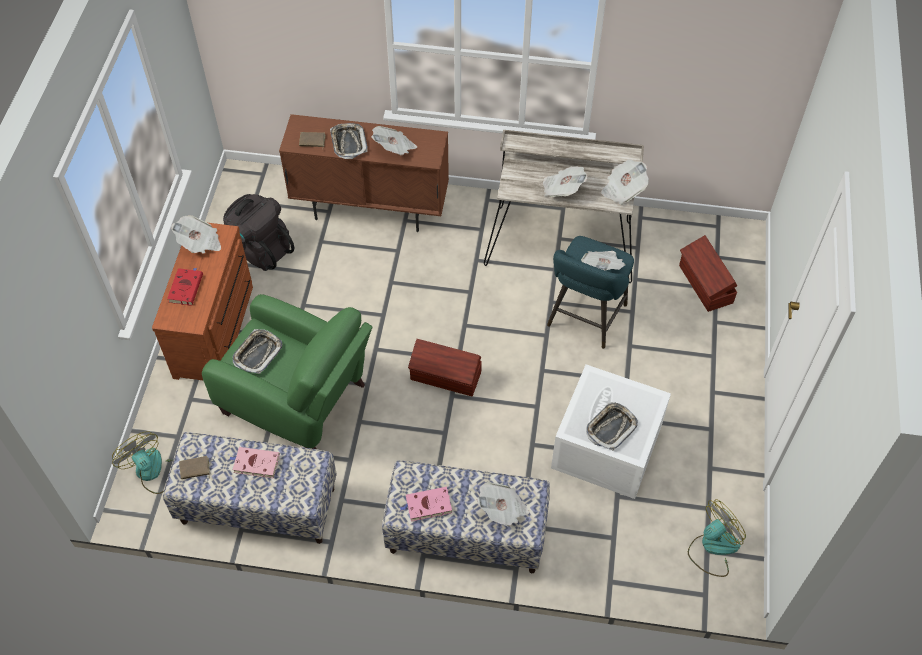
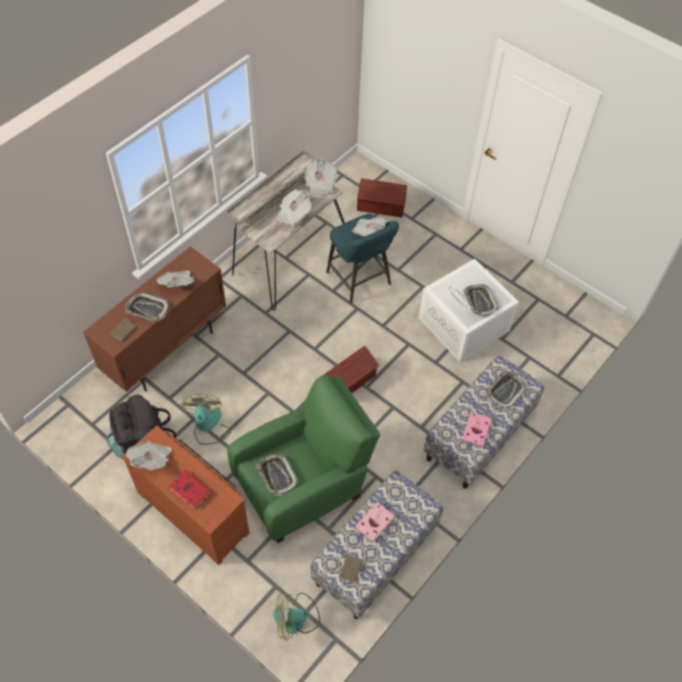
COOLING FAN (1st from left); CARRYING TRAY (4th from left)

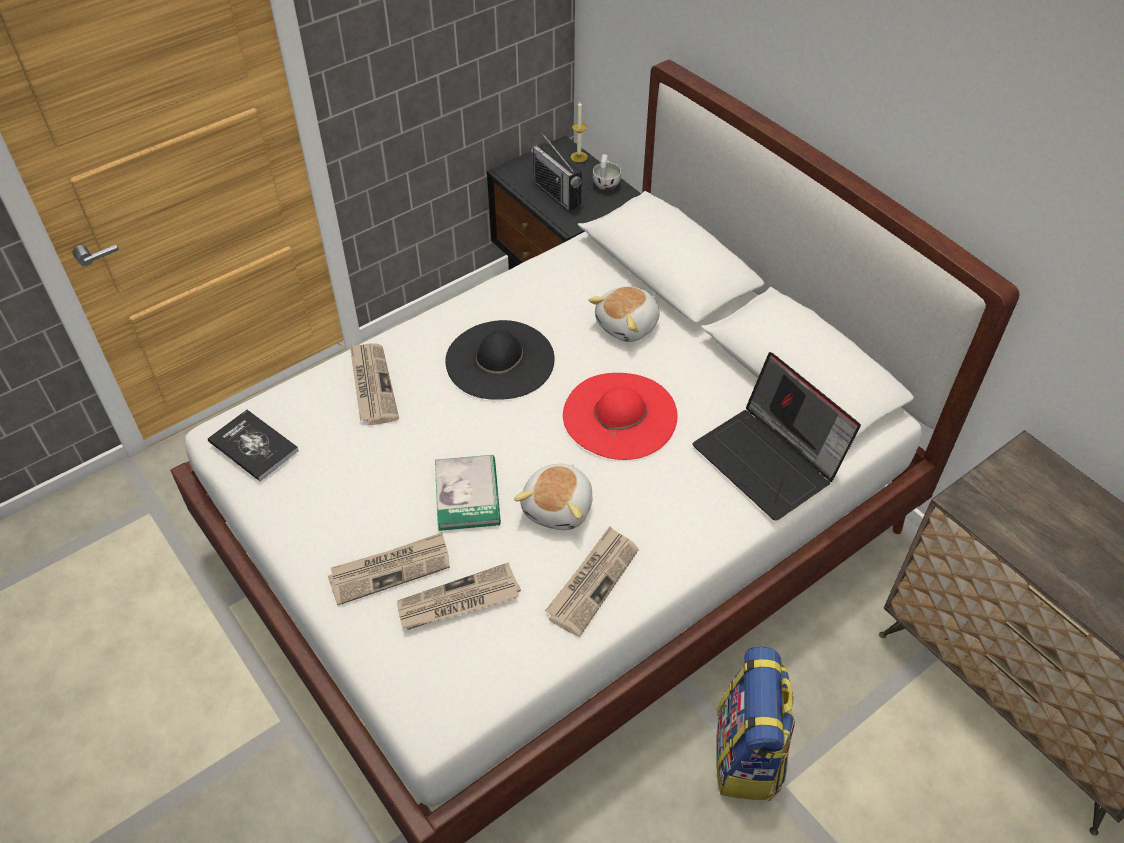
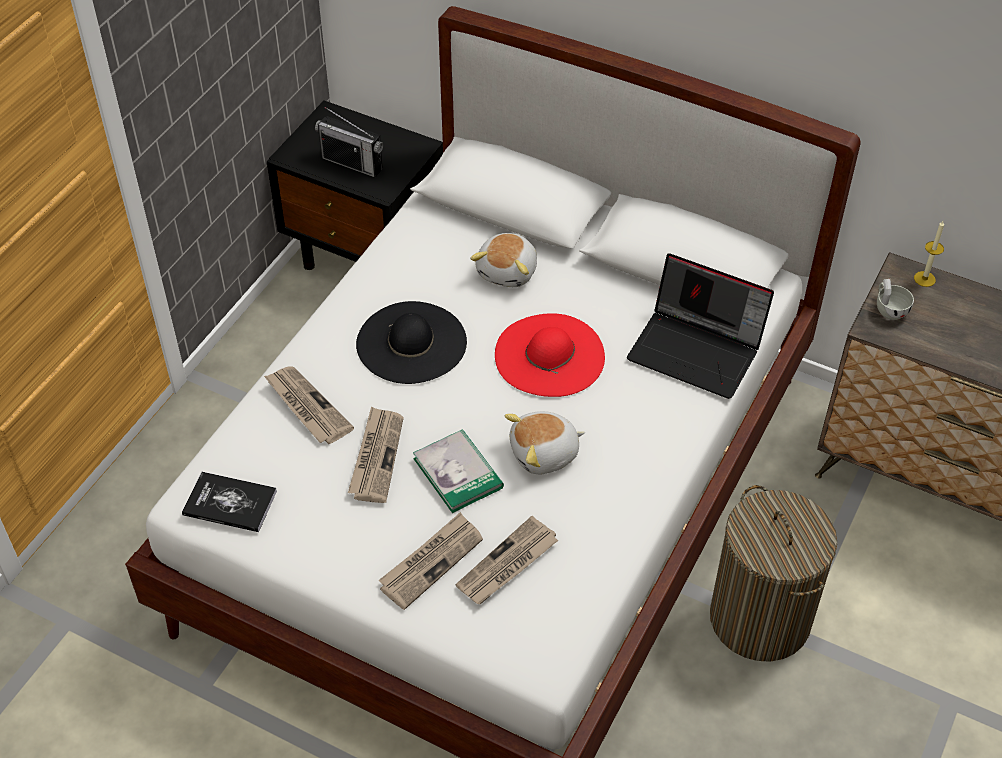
PRINTED PAPER (2nd from left); CANDLE; WHITE DRINKING CUP; LAUNDRY BASKET; PLUSH TOY (2nd from left)

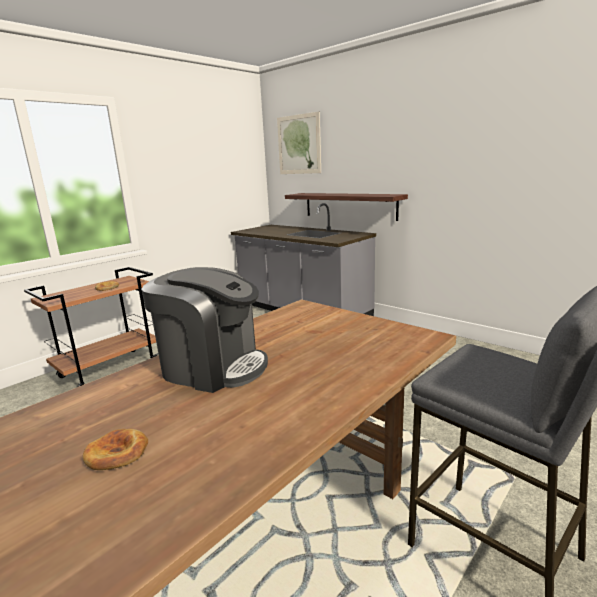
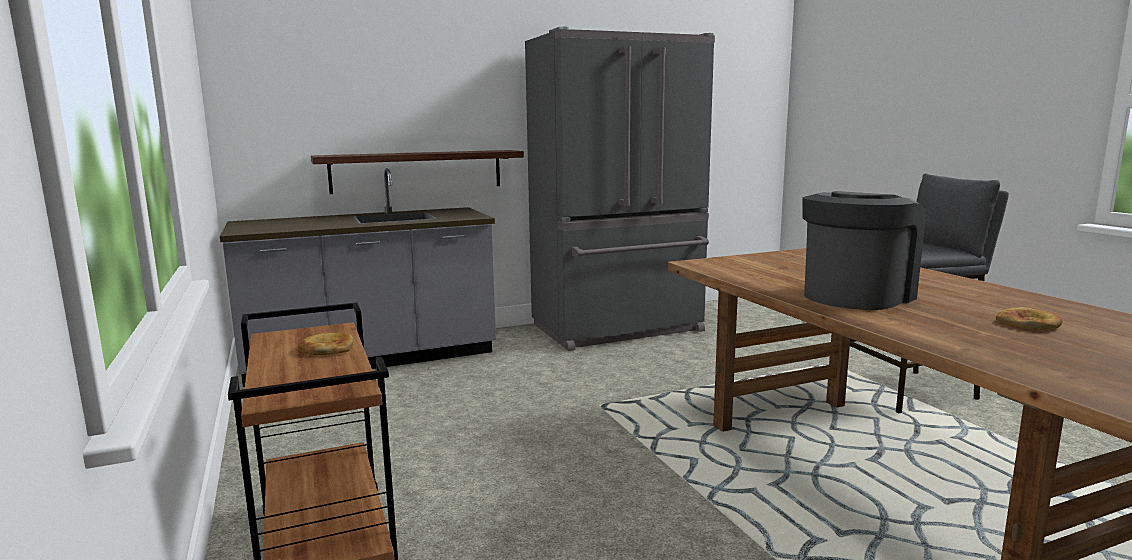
WALL PICTURE; GREY REFRIGERATOR

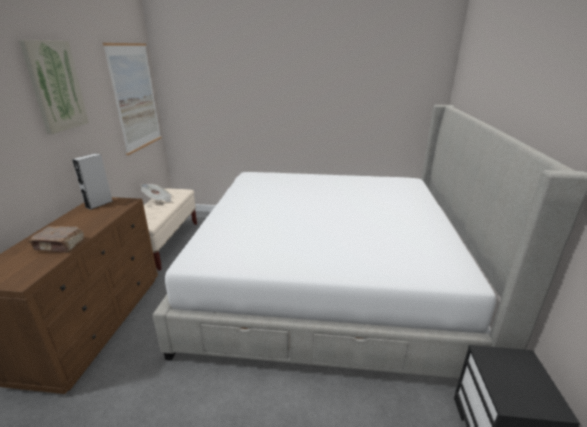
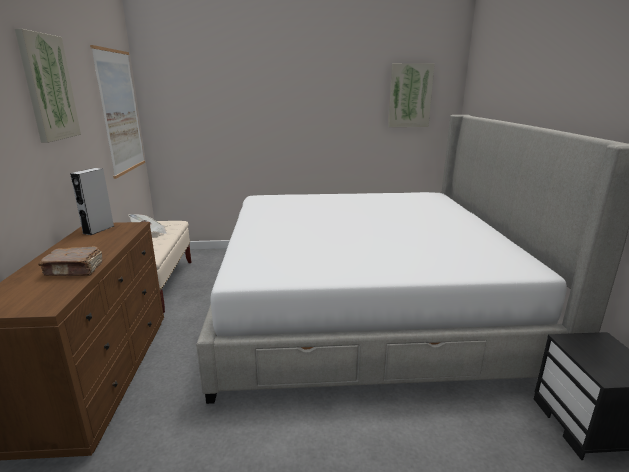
WALL PICTURE (3rd from left)

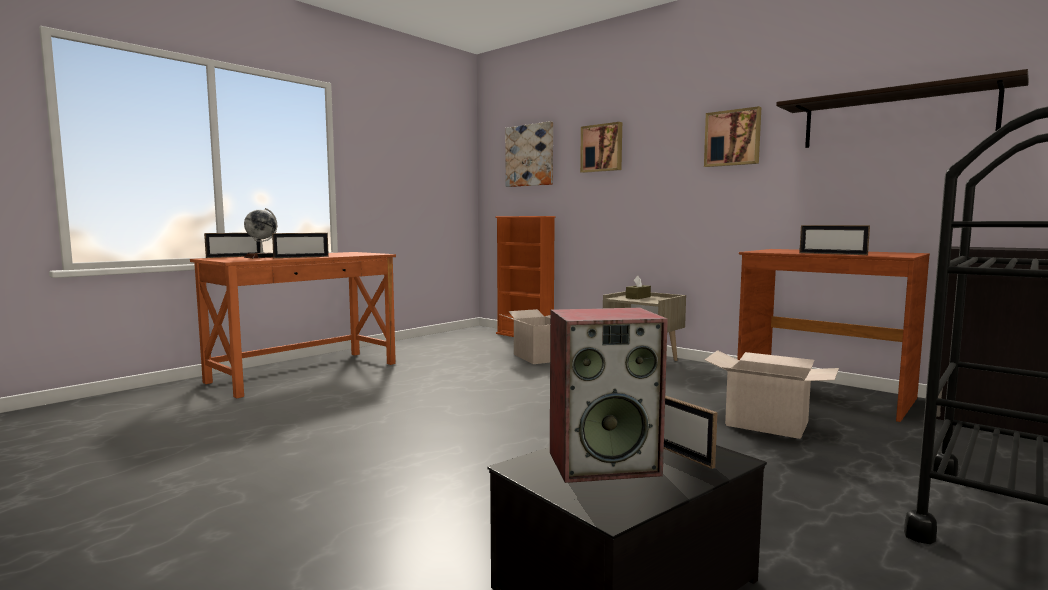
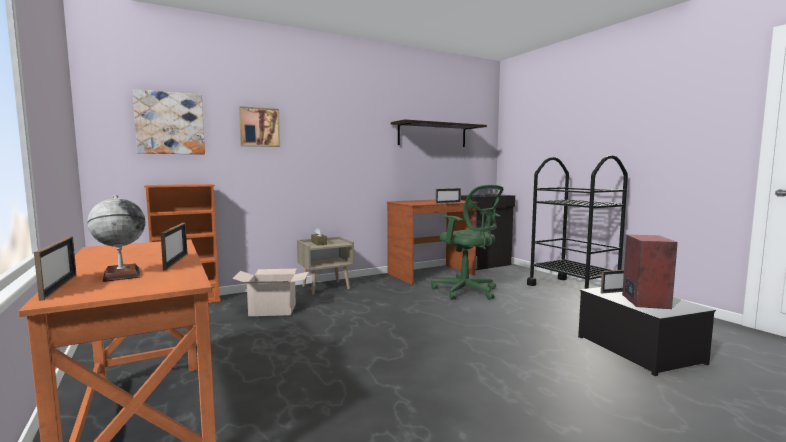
WALL PICTURE (3rd from left in the first image); GREEN OFFICE CHAIR

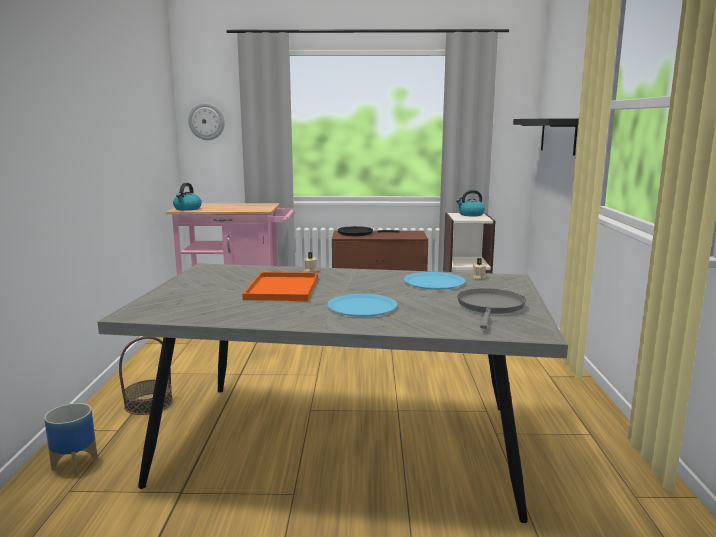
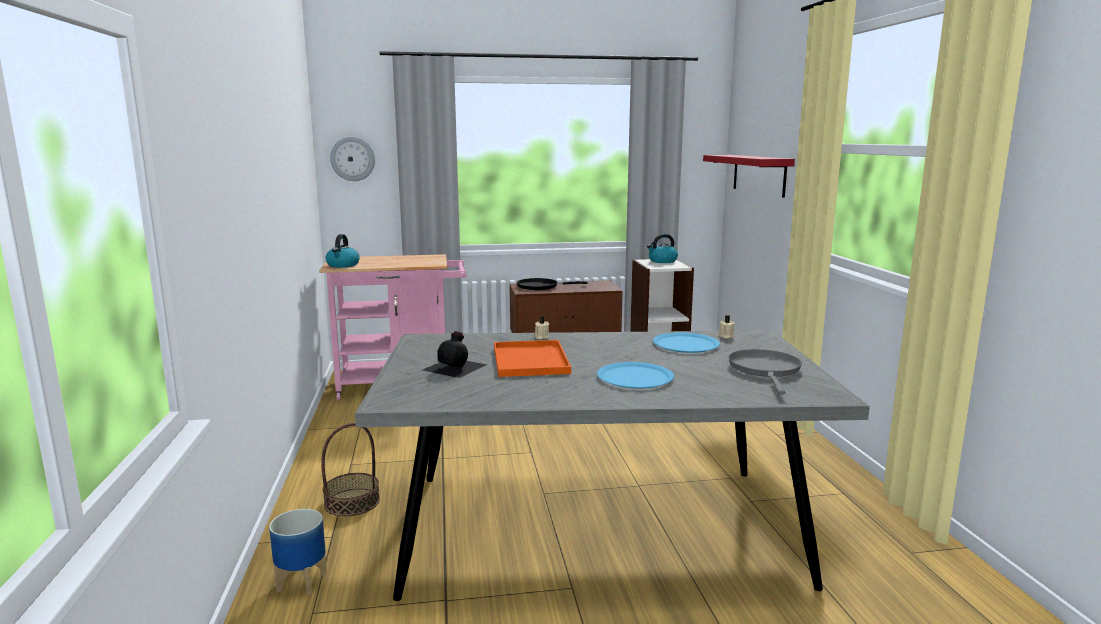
BLACK BEVERAGE BOTTLE; RED BRACKET SHELF

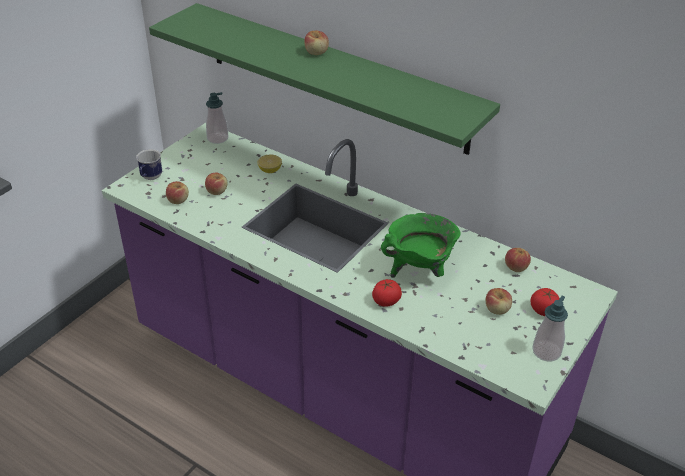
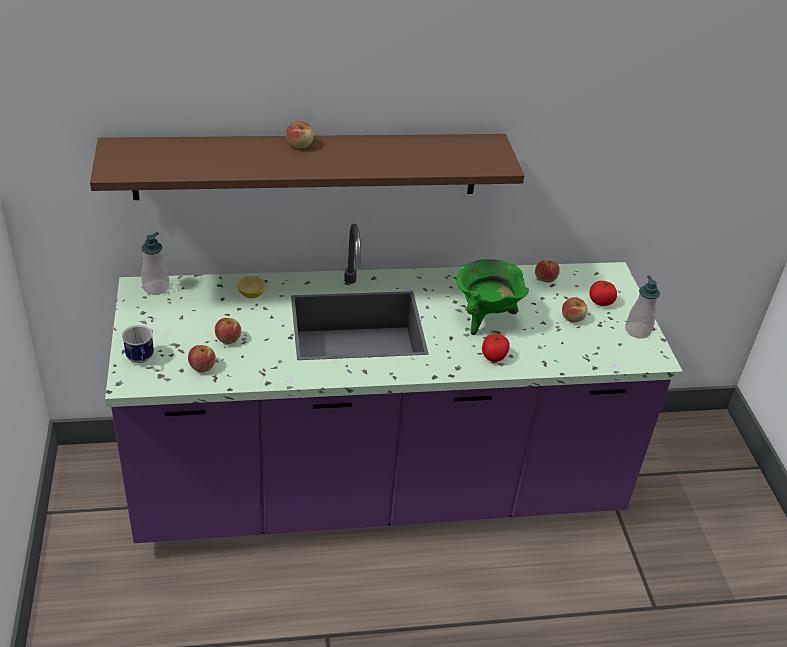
BROWN-COLOURED BRACKET SHELF

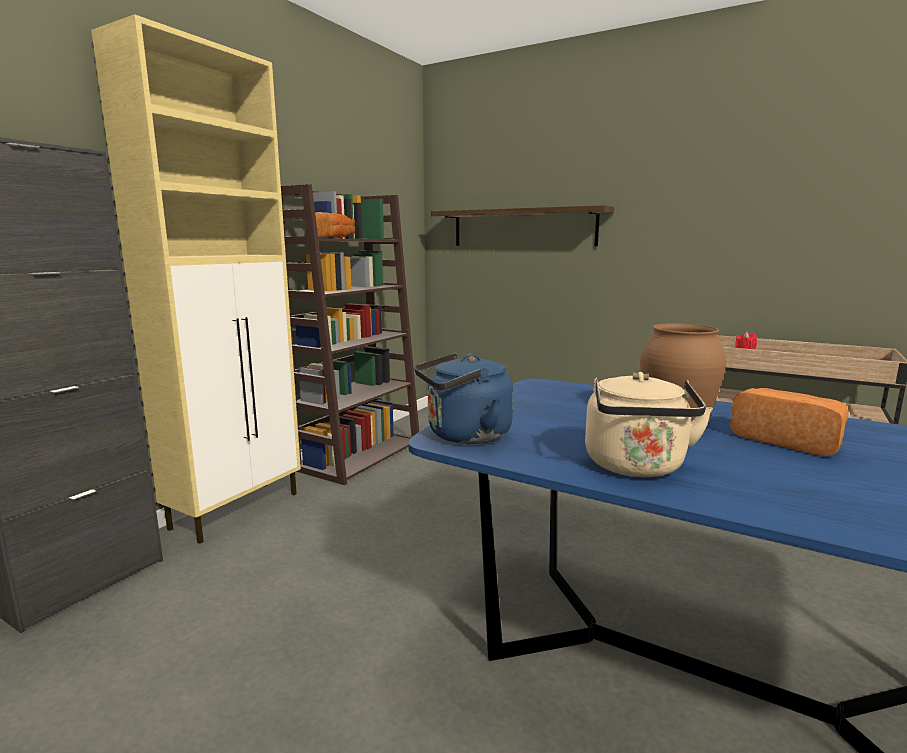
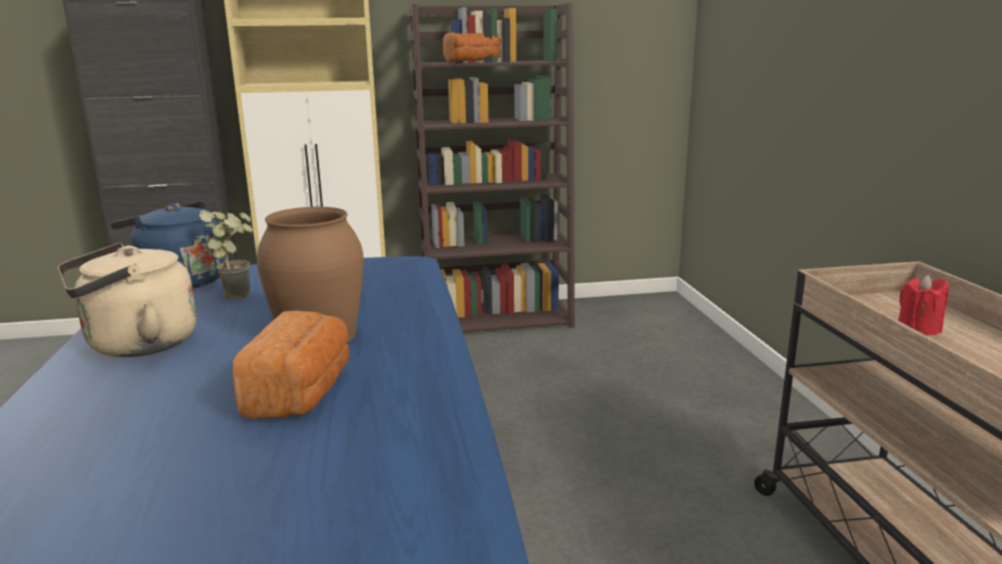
BRACKET SHELF; HOUSEPLANT

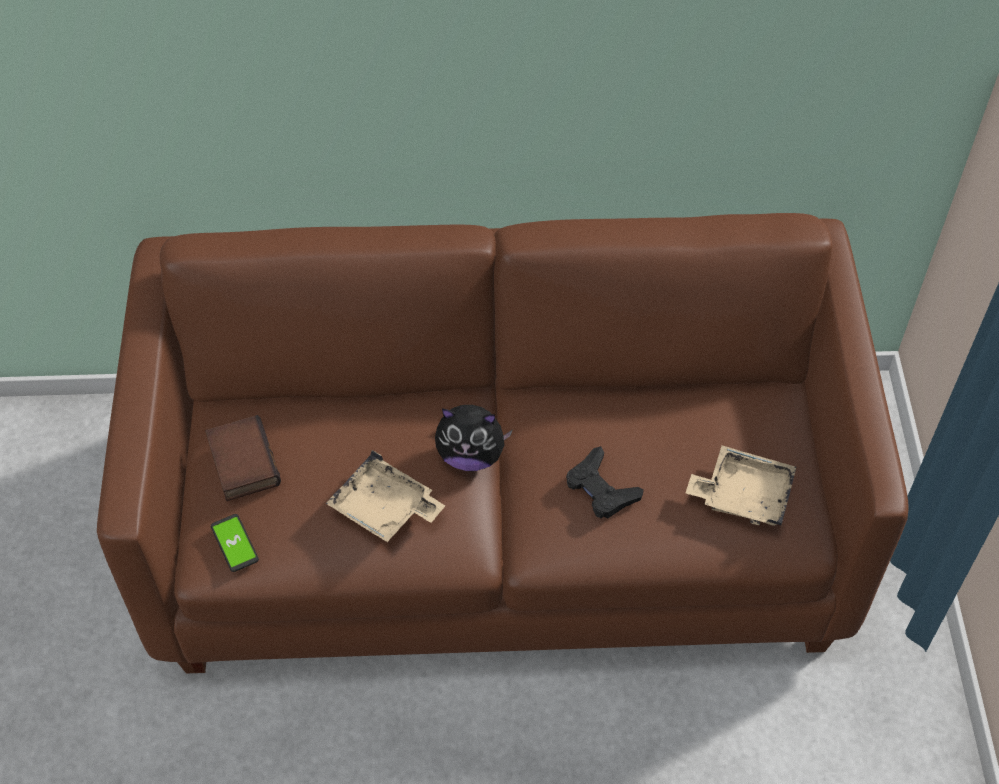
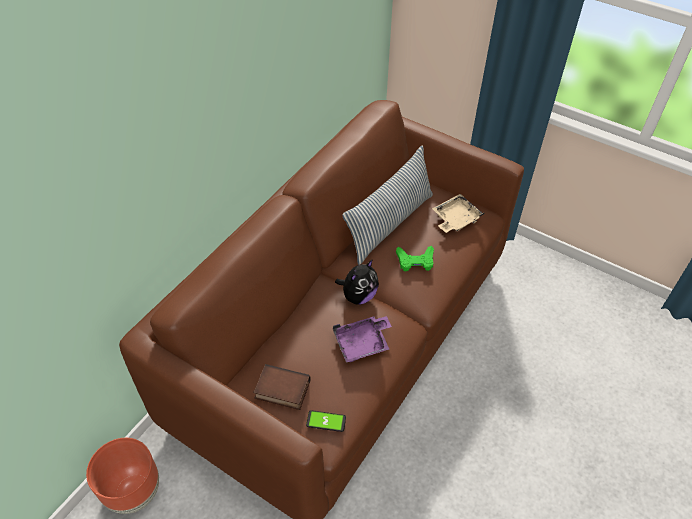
BROWN-COLOURED FLOWER POT; CUSHION; PURPLE CARRYING TRAY; GREEN GAMEPAD

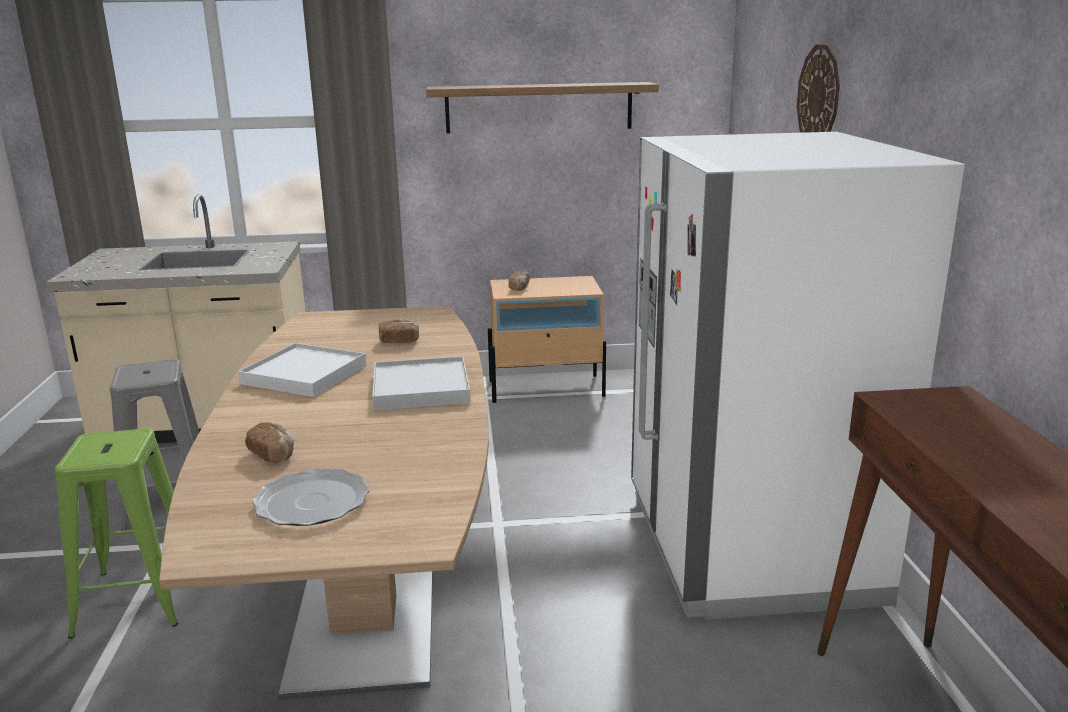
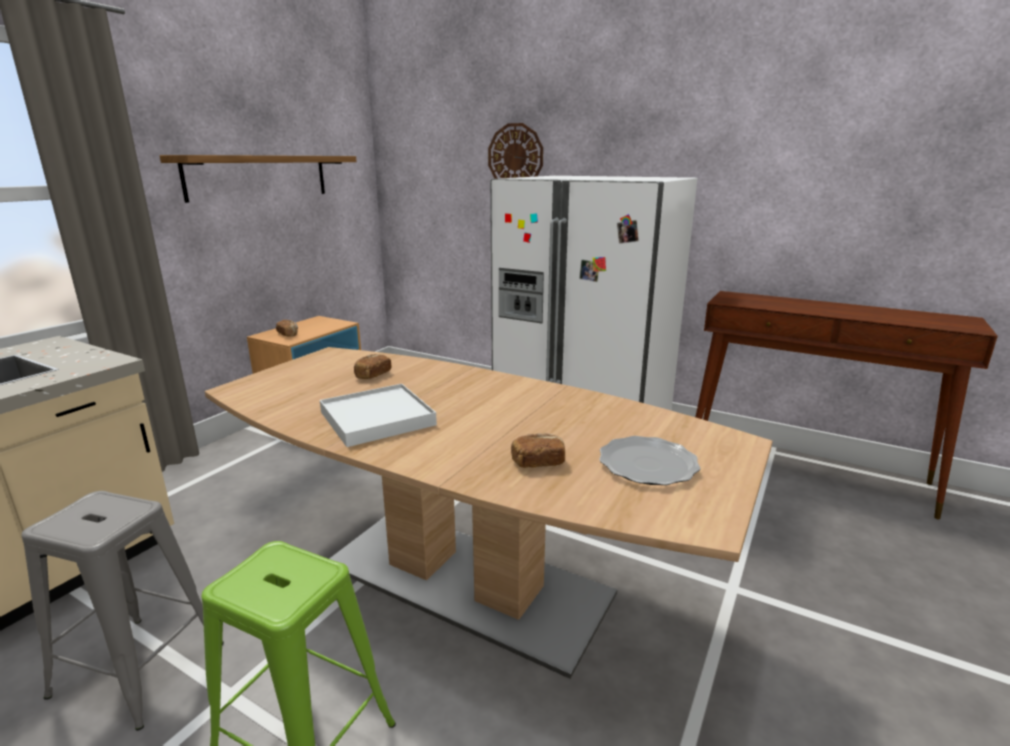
WHITE CARRYING TRAY (2nd from left in the first image)

